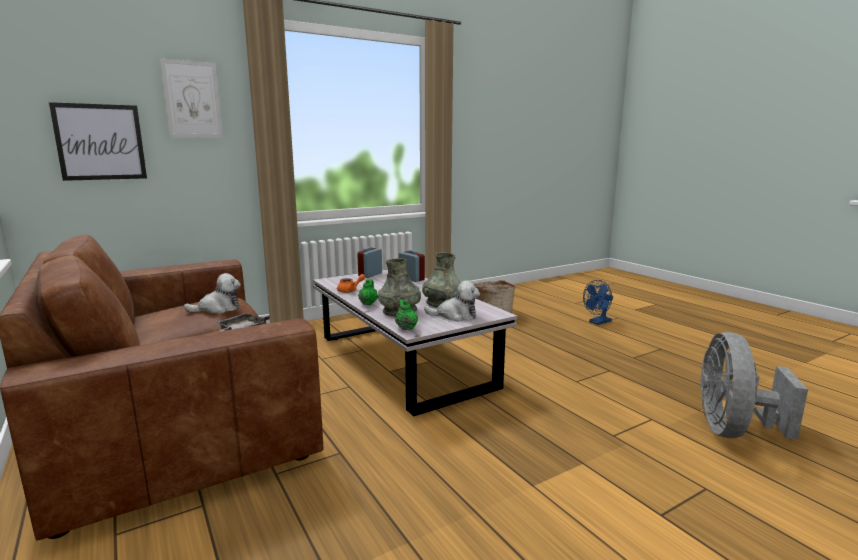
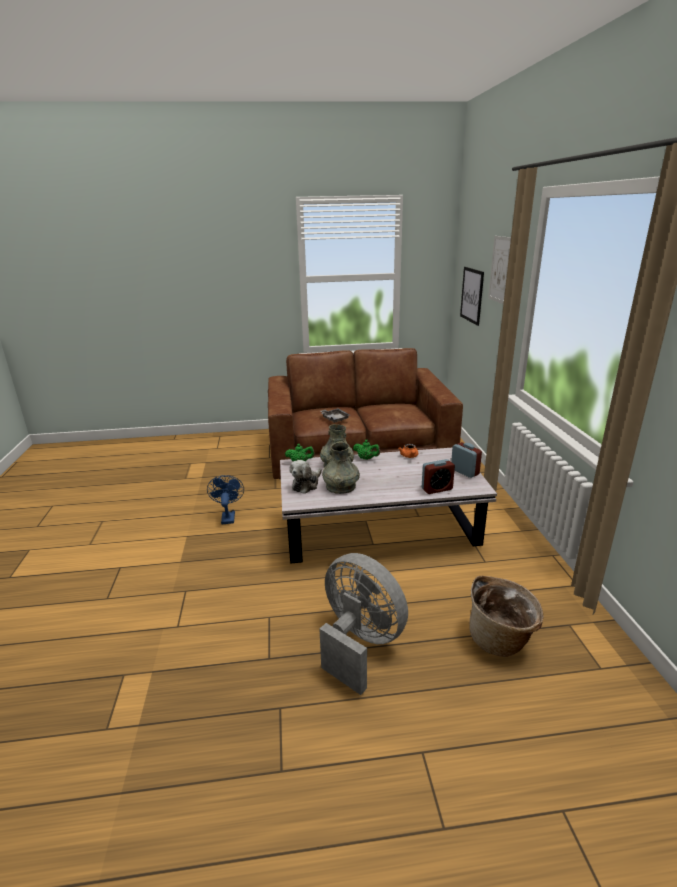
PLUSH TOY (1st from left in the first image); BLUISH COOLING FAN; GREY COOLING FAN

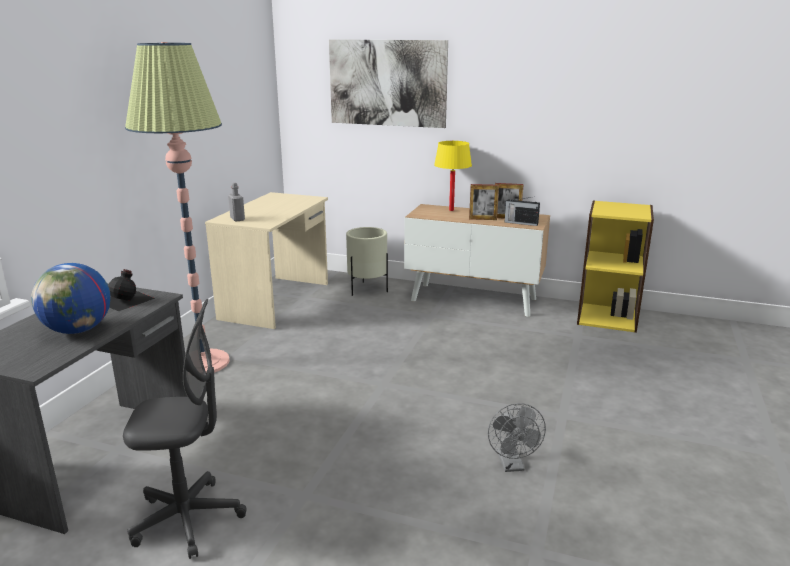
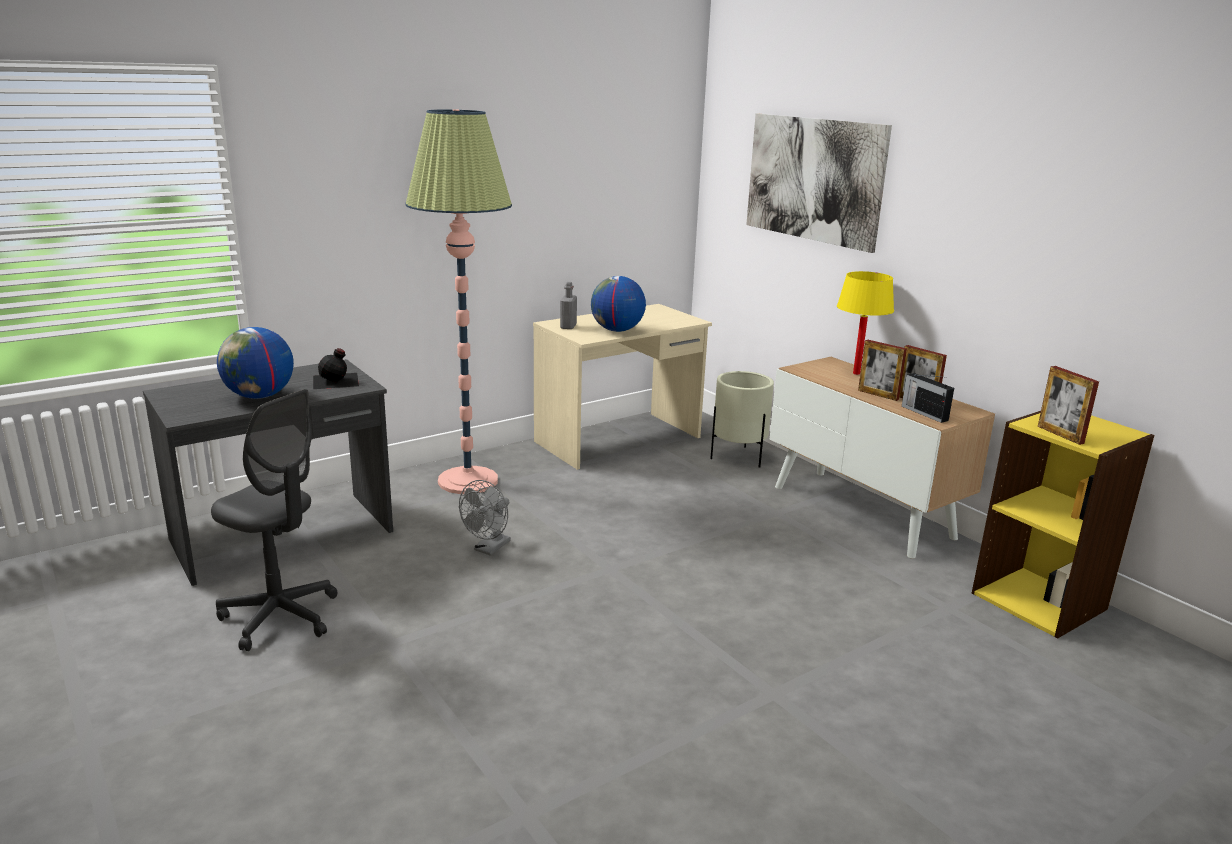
GLOBE (2nd from left); STANDING FRAME (3rd from left); GREY COOLING FAN

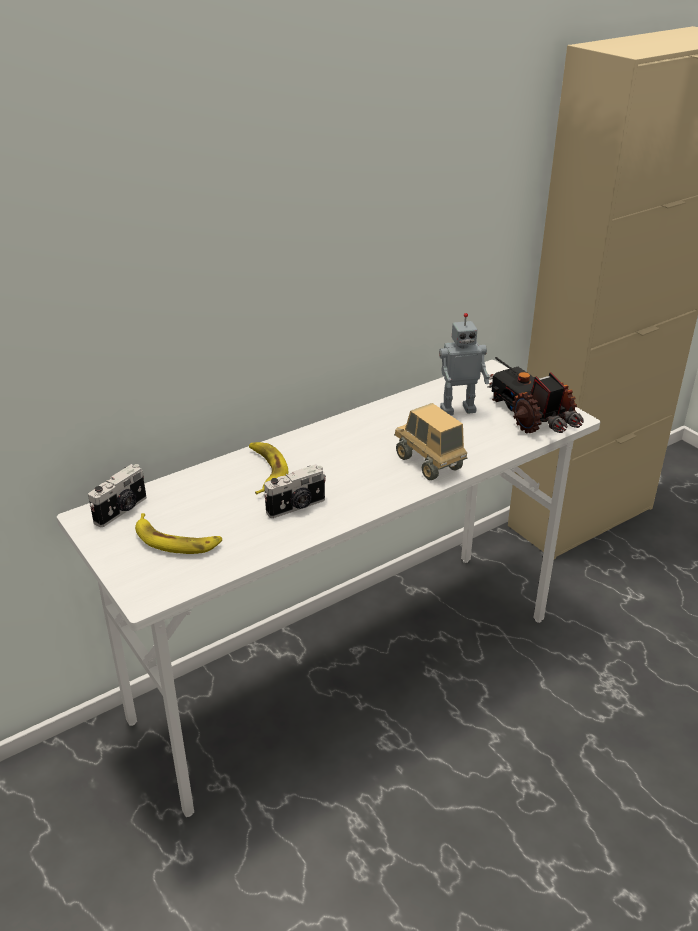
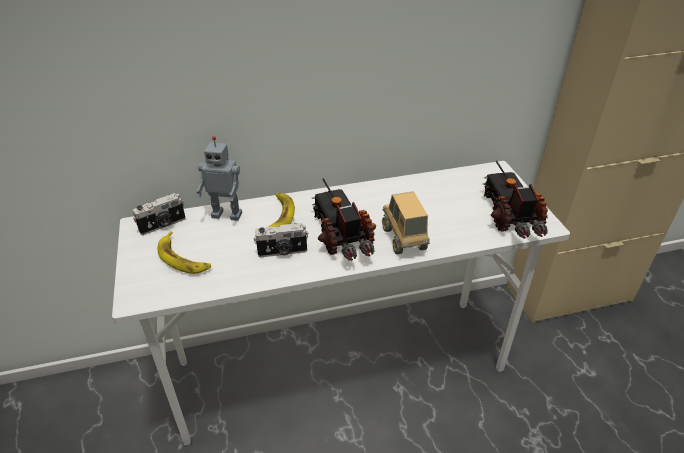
TOY LORRY (1st from left); MODEL ROBOT

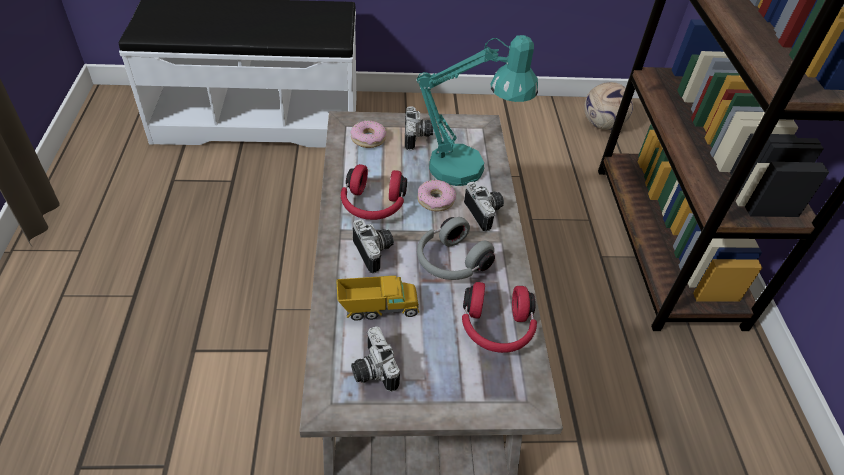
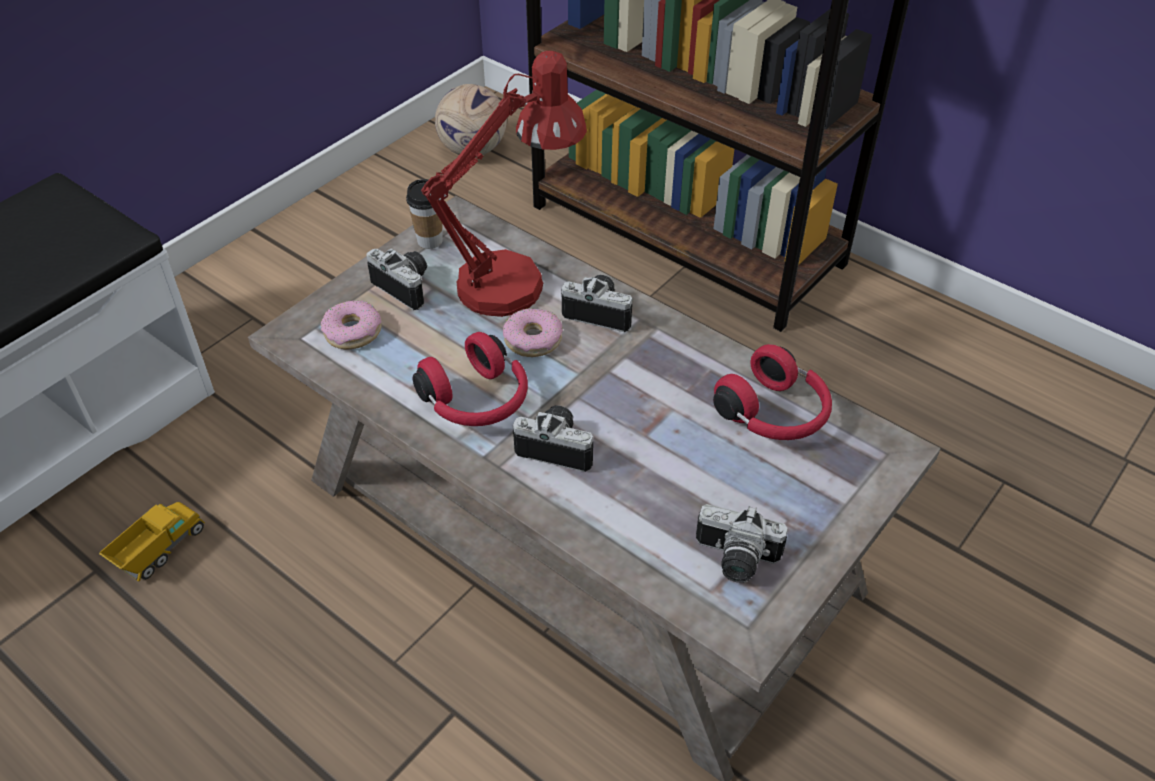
GREY HEADSET; DRINKING CUP; TOY LORRY; RED TABLE LAMP

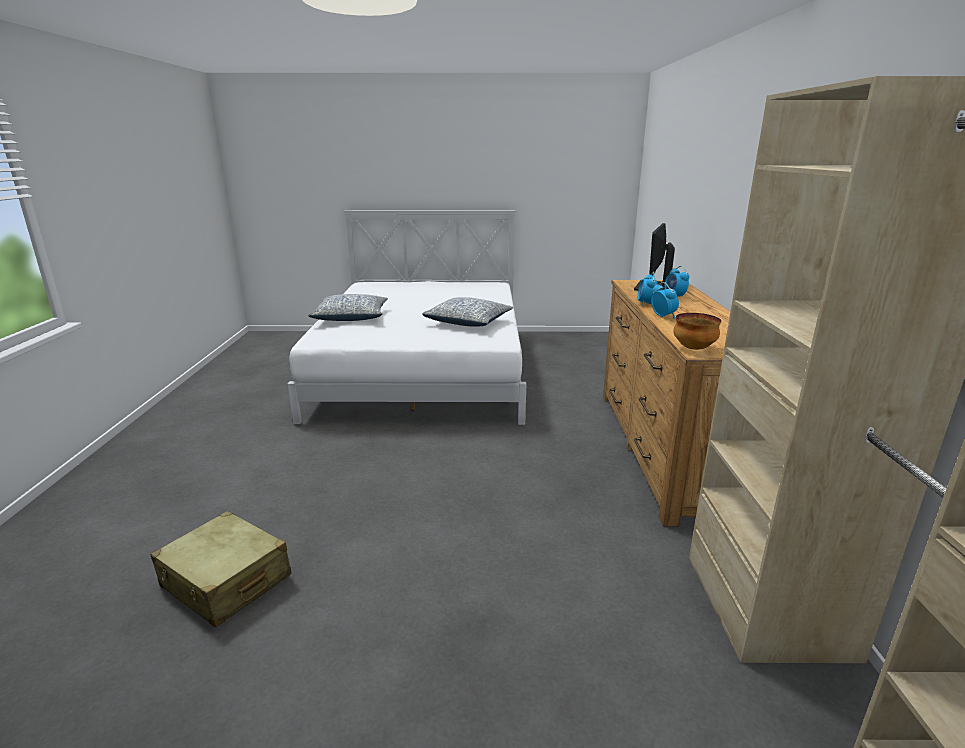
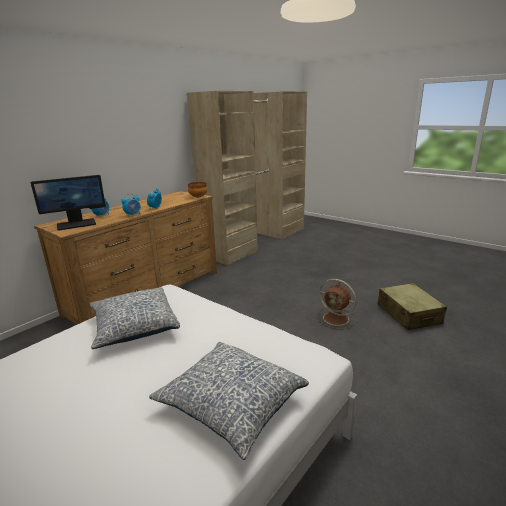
BROWN-COLOURED COOLING FAN

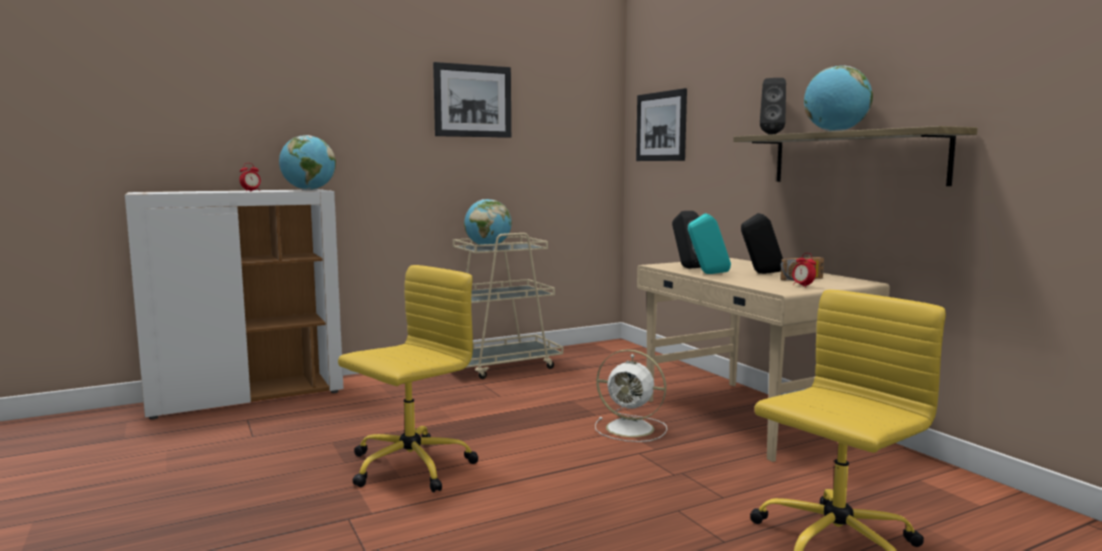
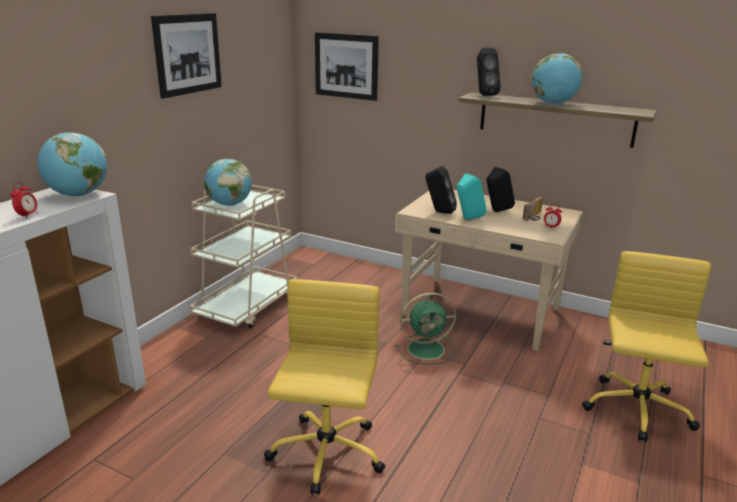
GREEN COOLING FAN

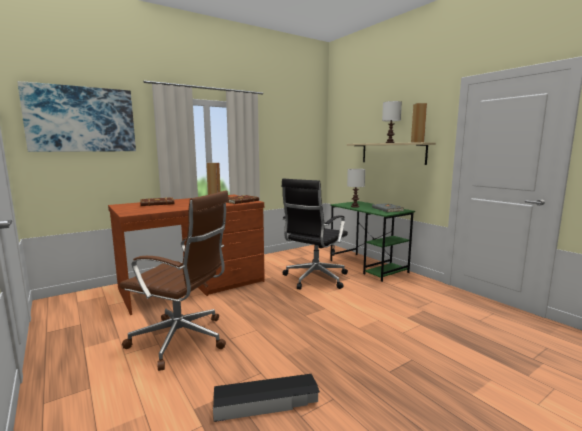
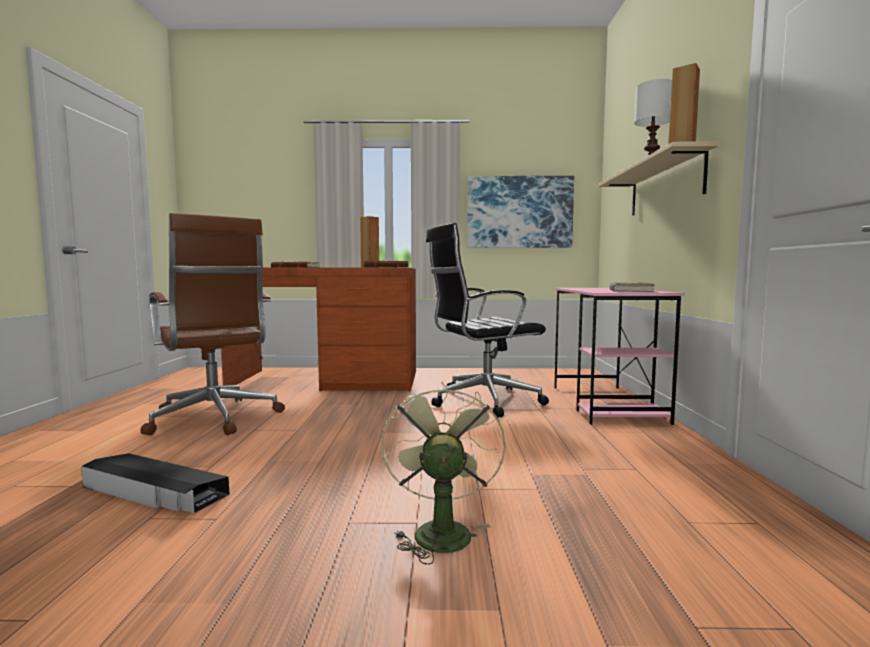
WHITE TABLE LAMP (1st from left in the first image); GREEN COOLING FAN; WALL PICTURE; PINKISH DESK

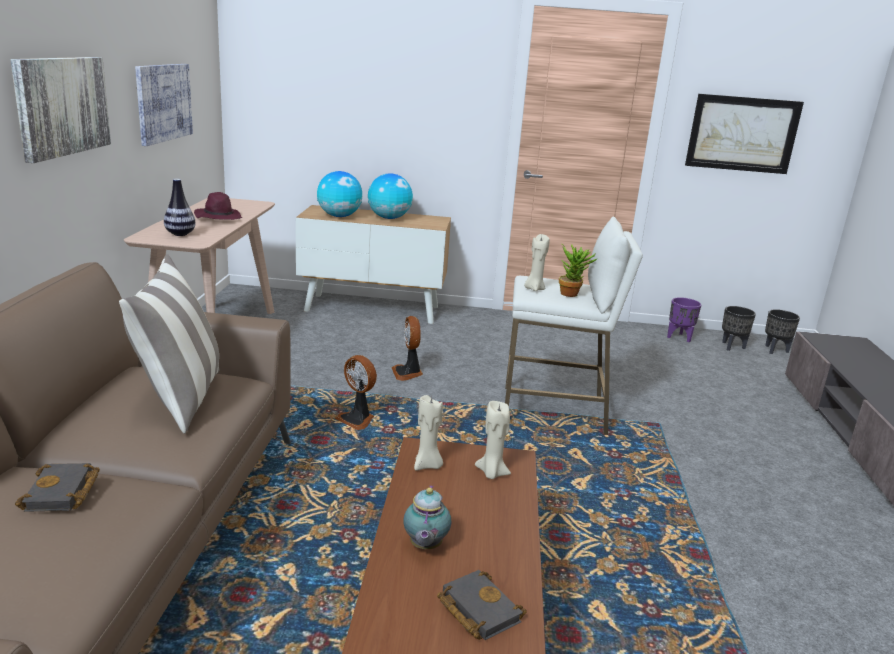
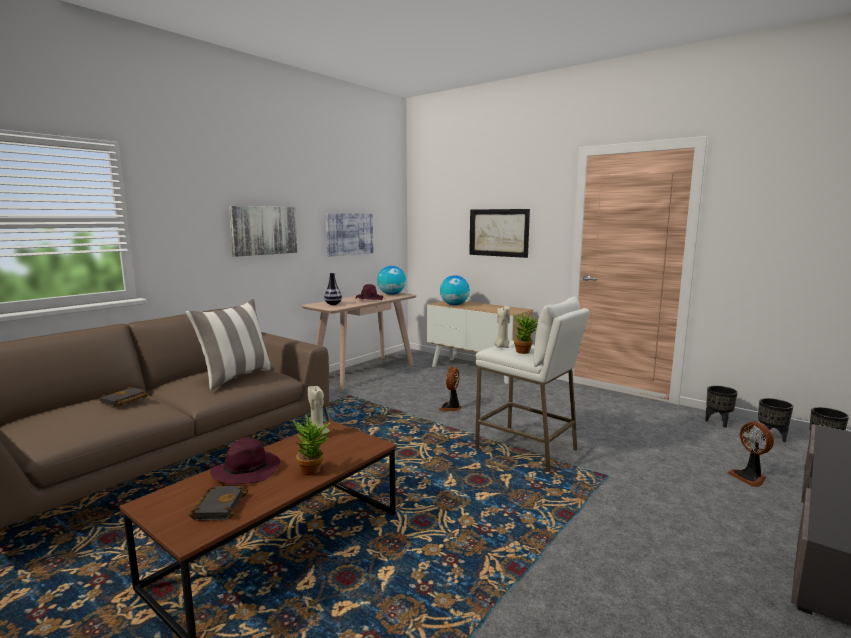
BEIGE-COLOURED CANDLE (2nd from left in the first image); HOUSEPLANT (1st from left); COOLING FAN (2nd from left); GLOBE (1st from left); WALL PICTURE (3rd from left); PURPLE HAT (1st from left); BLACK FLOWER POT (1st from left)

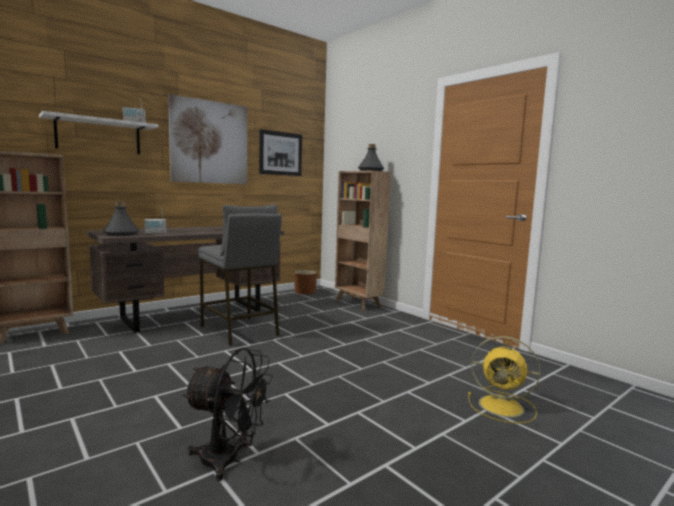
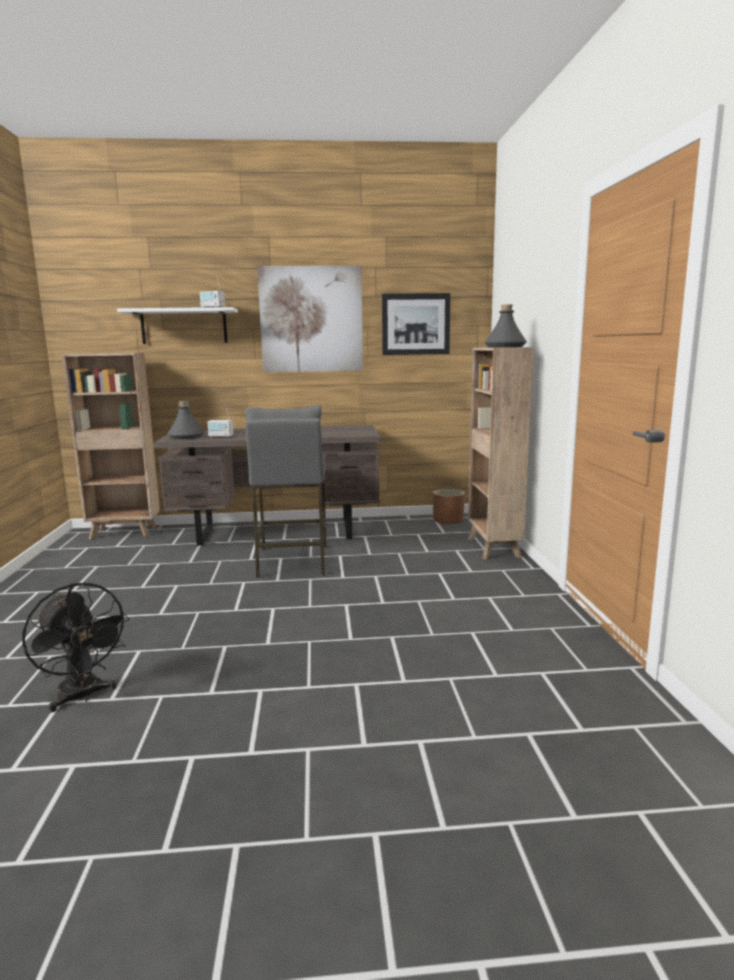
YELLOWISH COOLING FAN

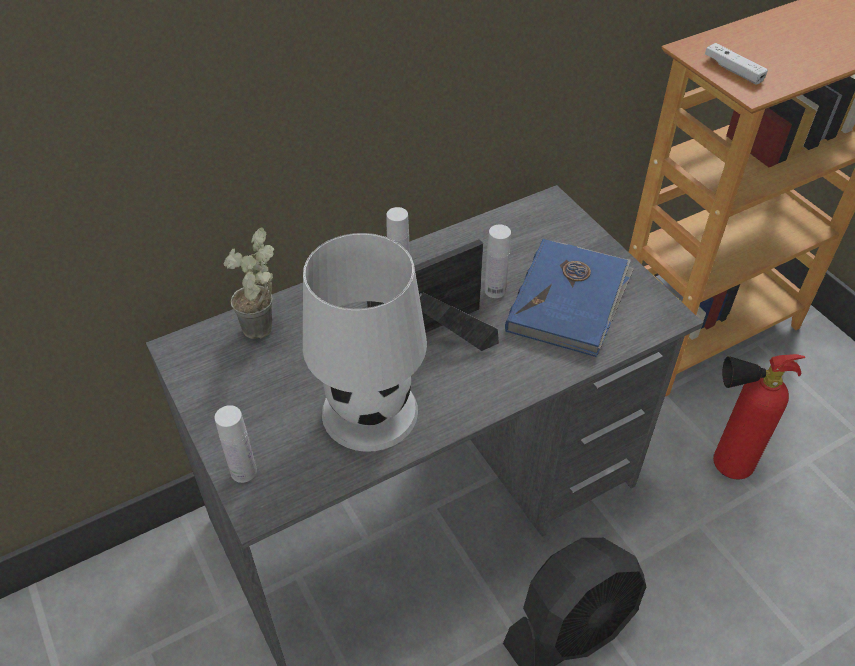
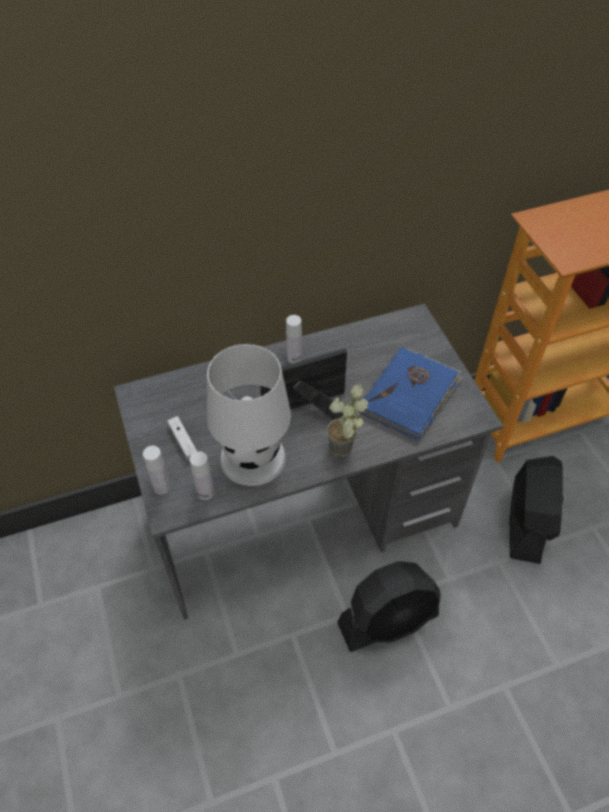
HOUSEPLANT; WHITE BEVERAGE BOTTLE (2nd from left); WHITE GAMEPAD; BLACK COOLING FAN (2nd from left)

